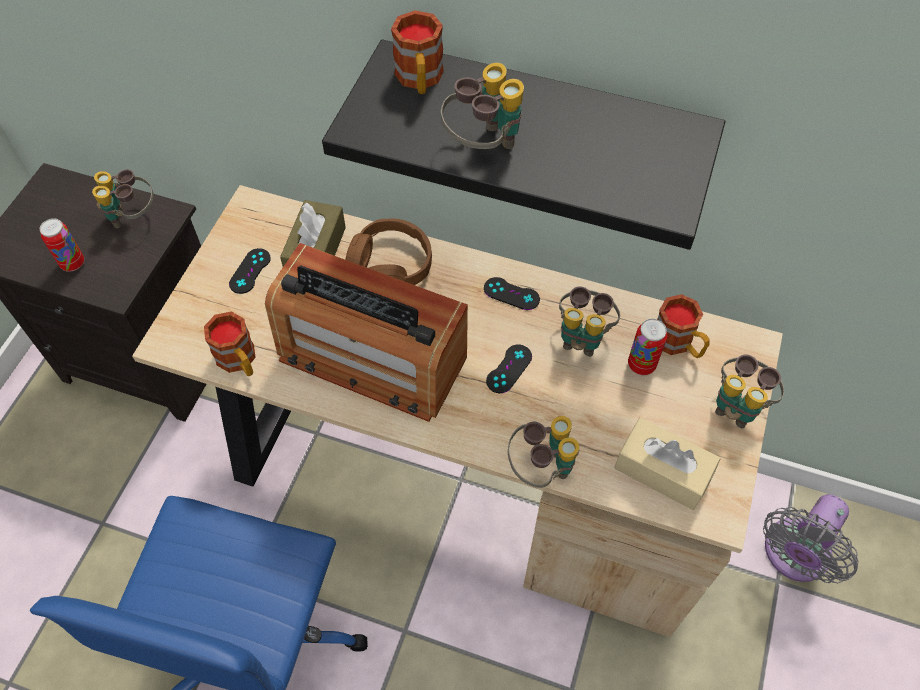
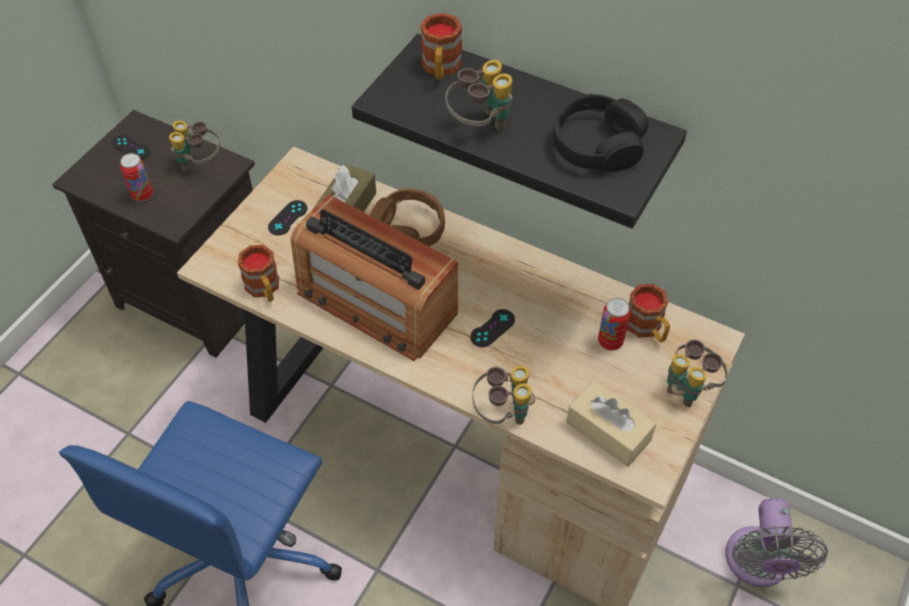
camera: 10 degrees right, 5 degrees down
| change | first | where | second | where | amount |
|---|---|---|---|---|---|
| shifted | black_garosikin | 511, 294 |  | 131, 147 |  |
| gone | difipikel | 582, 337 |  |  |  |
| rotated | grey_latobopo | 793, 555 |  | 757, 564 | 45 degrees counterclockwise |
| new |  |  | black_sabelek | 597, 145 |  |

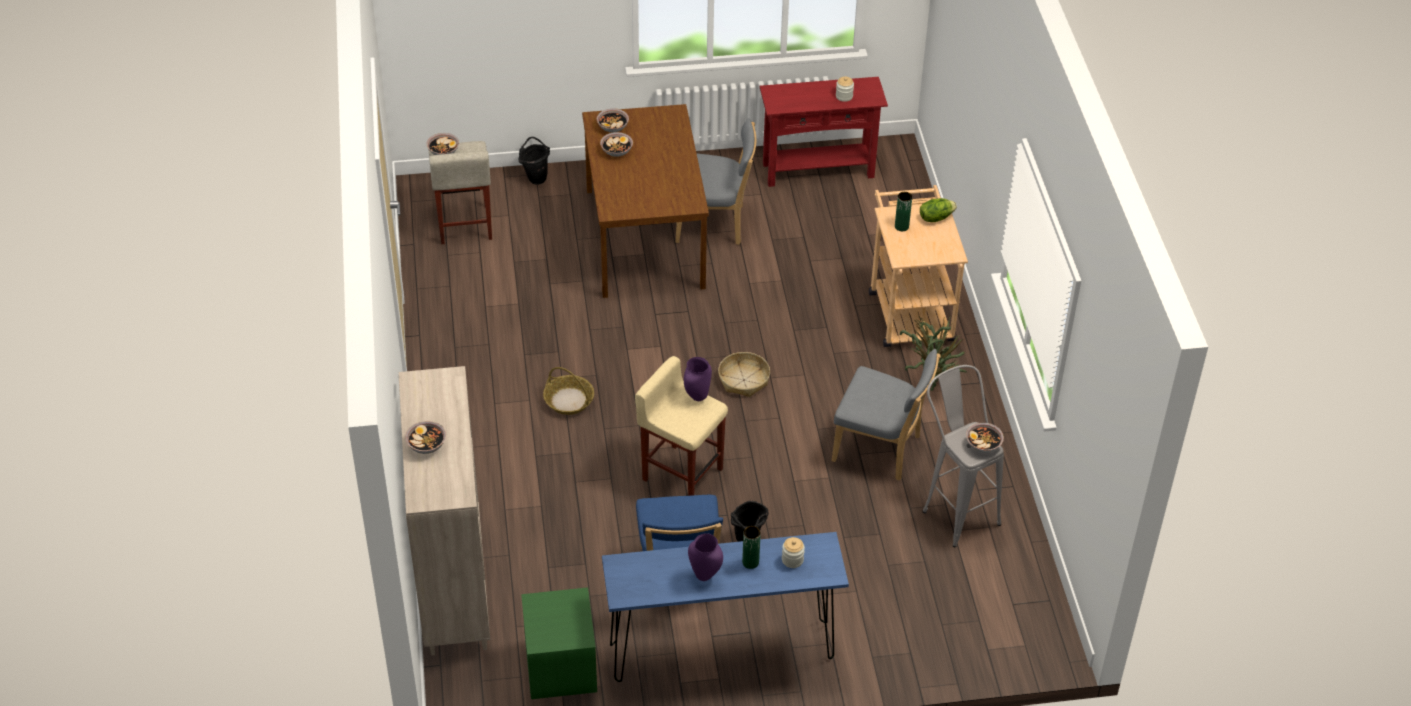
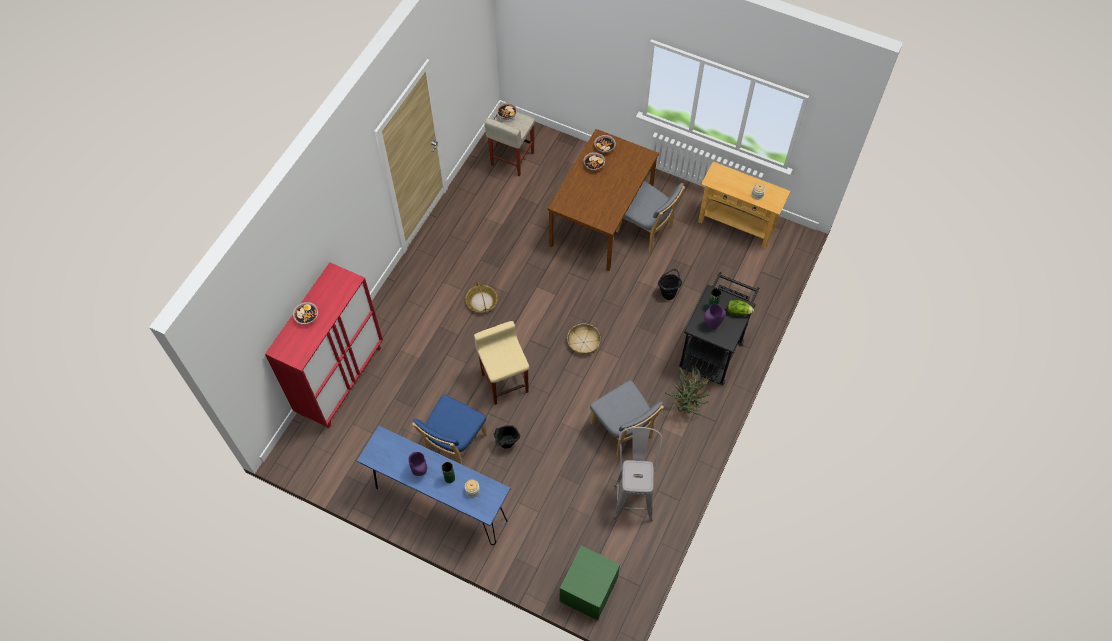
camera: 35 degrees right, 15 degrees up
| change | first | where | second | where | amount |
|---|---|---|---|---|---|
| repainted | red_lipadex | 818, 170 | beige_lipadex | 736, 225 |  |
| shifted | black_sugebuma | 535, 177 |  | 668, 292 |  |
| repainted | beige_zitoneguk | 908, 310 | black_zitoneguk | 713, 349 |  |
| shifted | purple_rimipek | 696, 396 |  | 712, 324 |  |
| repainted | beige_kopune | 453, 585 | red_kopune | 341, 380 |  |
| gone | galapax | 983, 444 |  |  |  |
| shifted | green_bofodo | 560, 666 |  | 588, 590 |  |

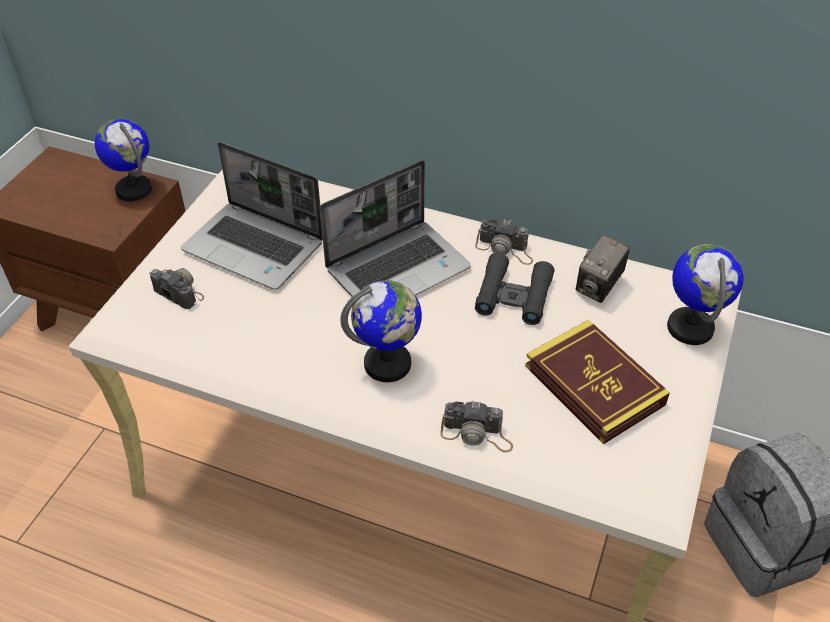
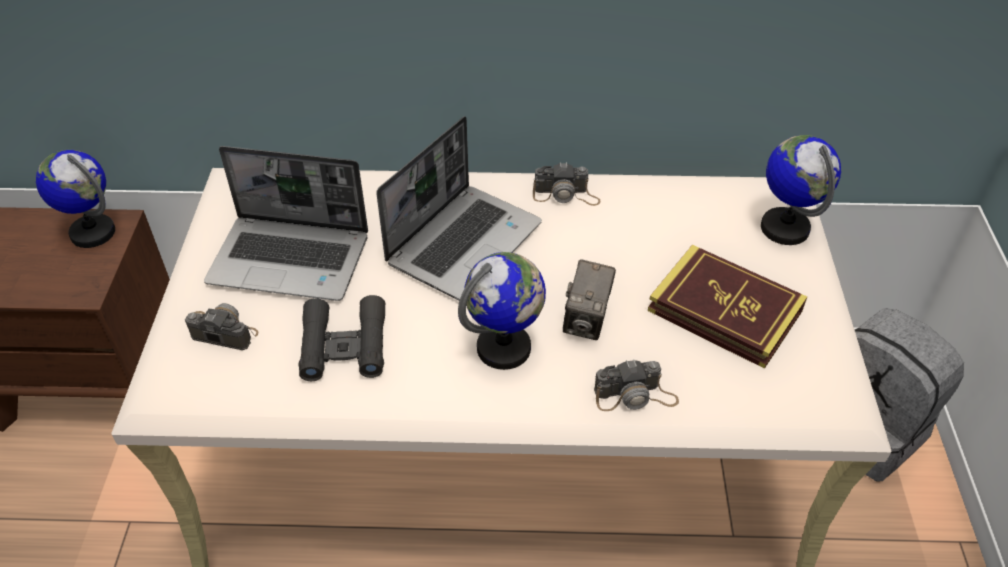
camera: 20 degrees left, 0 degrees up
| change | first | where | second | where | amount |
|---|---|---|---|---|---|
| shifted | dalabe | 598, 287 |  | 586, 321 |  |
| shifted | black_difipikel | 513, 296 |  | 344, 346 |  |

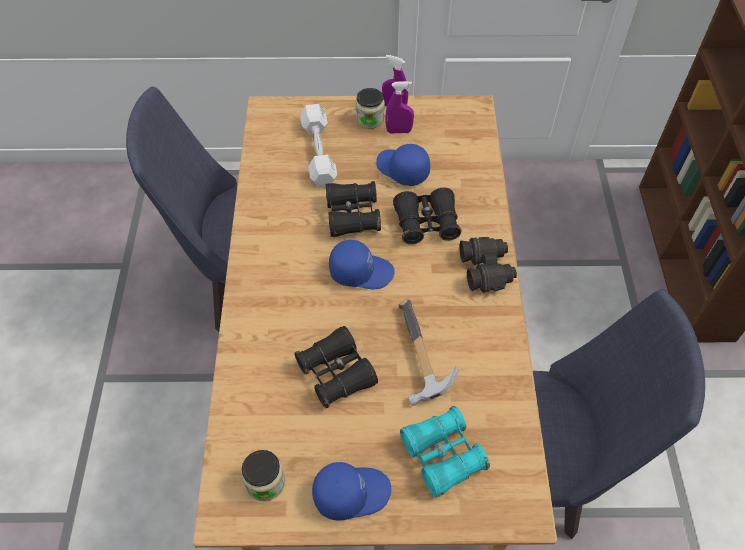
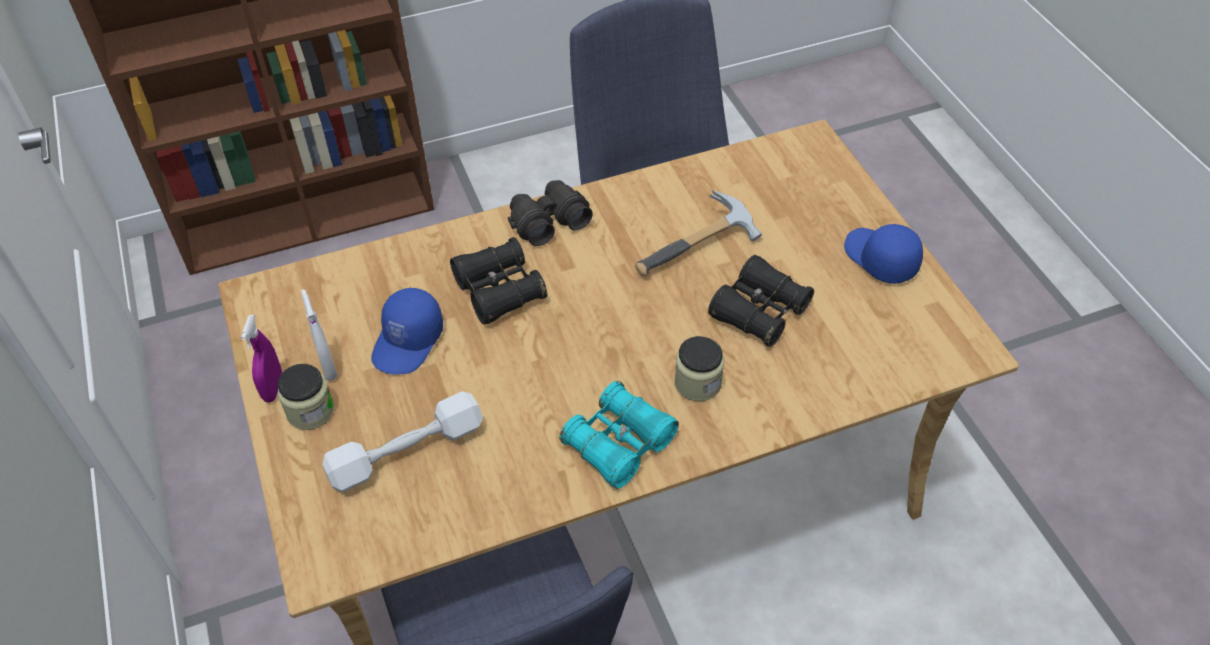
camera: 110 degrees left, 5 degrees down
| change | first | where | second | where | amount |
|---|---|---|---|---|---|
| repainted | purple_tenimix | 399, 131 | white_tenimix | 328, 367 |  |
| gone | black_difipikel | 352, 216 |  |  |  |
| gone | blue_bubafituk | 361, 271 |  |  |  |
| shifted | turquoise_difipikel | 442, 455 |  | 619, 444 |  |
| shifted | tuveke | 265, 482 |  | 697, 383 |  |

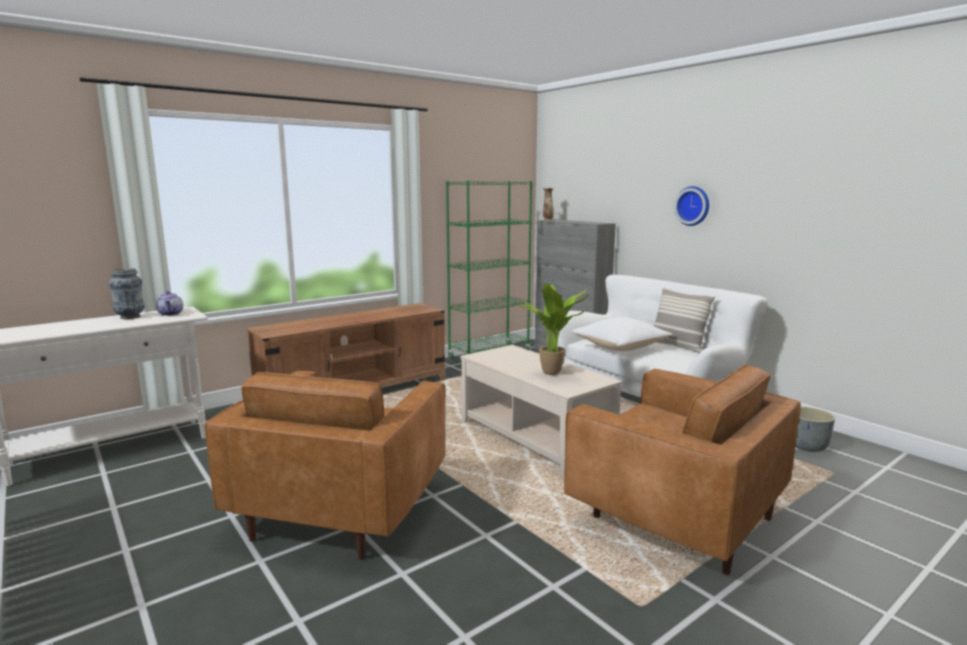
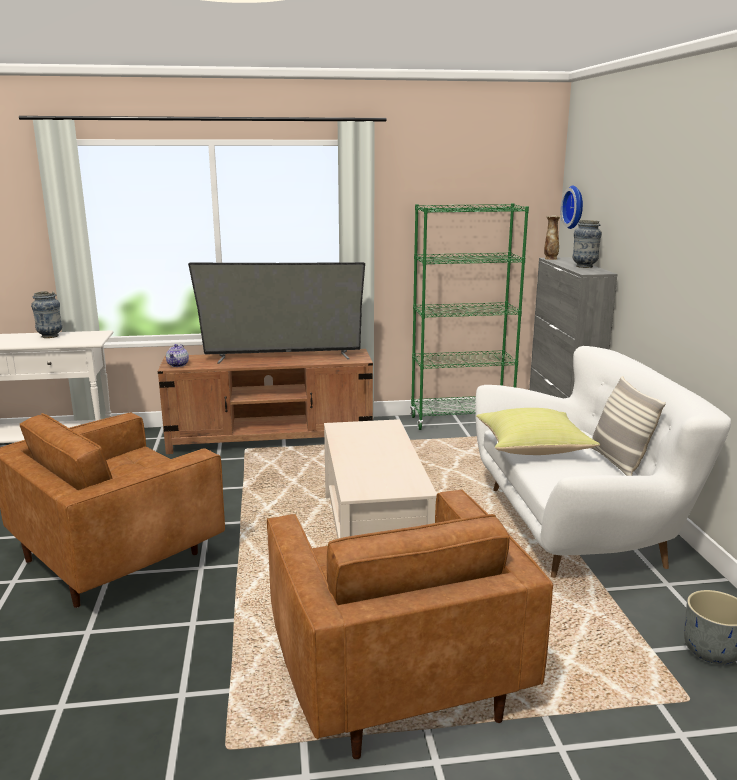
camera: 30 degrees right, 5 degrees up
| change | first | where | second | where | amount |
|---|---|---|---|---|---|
| shifted | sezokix | 693, 206 |  | 575, 207 |  |
| gone | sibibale | 554, 373 |  |  |  |
| shifted | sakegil | 171, 314 |  | 178, 365 |  |
| repainted | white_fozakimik | 620, 348 | yellow_fozakimik | 533, 448 |  |
| new |  |  | rimipek | 584, 266 |  |
| new |  |  | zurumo | 283, 357 |  |

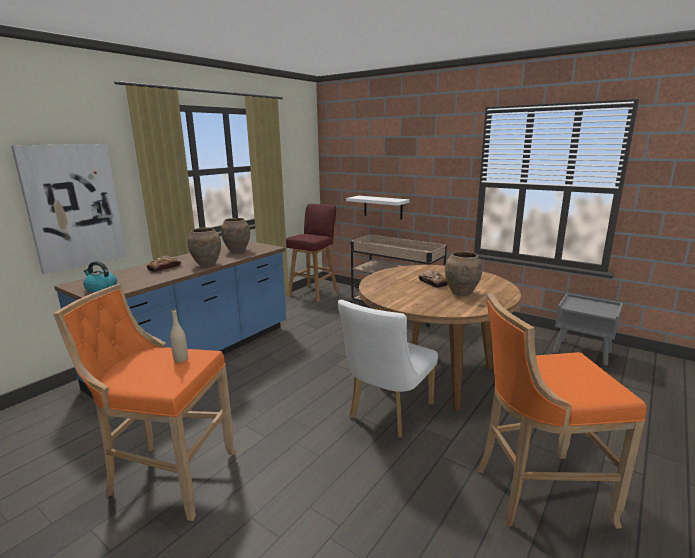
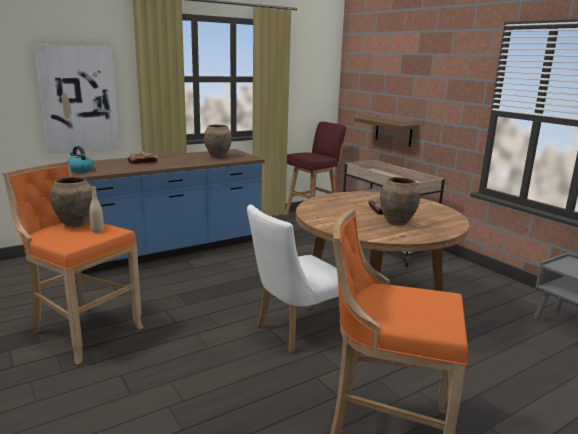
camera: 20 degrees right, 0 degrees up
| change | first | where | second | where | amount |
|---|---|---|---|---|---|
| repainted | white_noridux | 383, 207 | brown_noridux | 393, 131 |  |
| shifted | brown_rimipek | 207, 264 |  | 76, 224 |  |

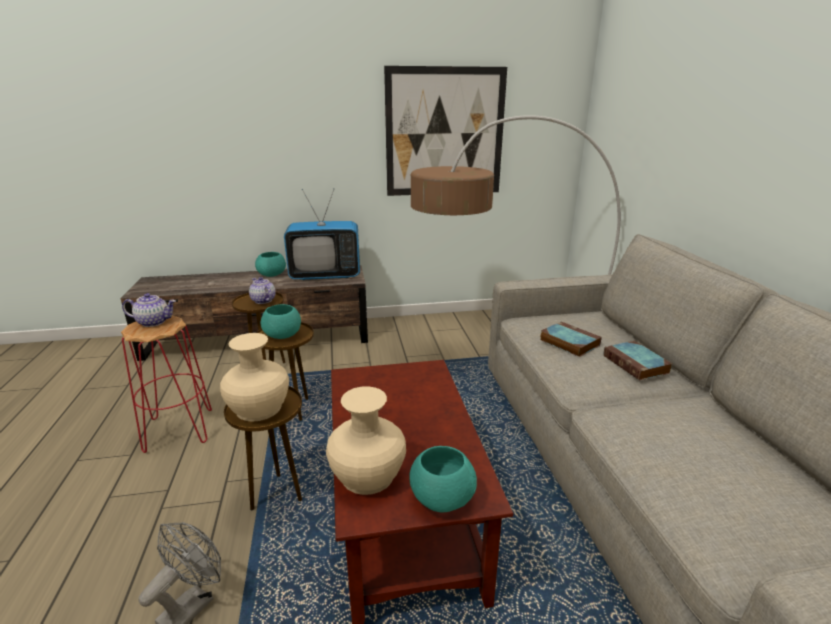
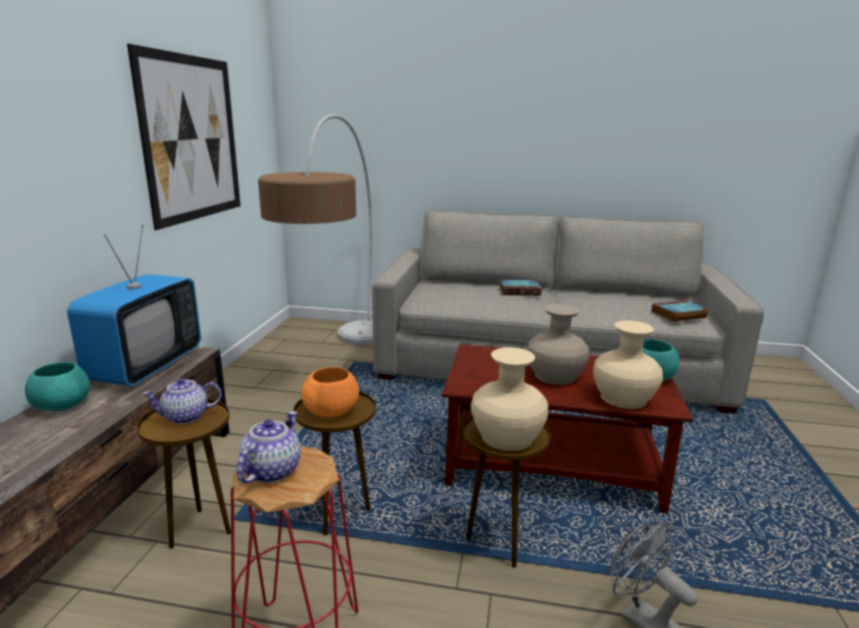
camera: 70 degrees left, 5 degrees down
| change | first | where | second | where | amount |
|---|---|---|---|---|---|
| repainted | turquoise_galapax | 283, 335 | orange_galapax | 332, 411 |  |
| shifted | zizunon | 568, 342 |  | 678, 315 |  |
| new |  |  | beige_rimipek | 555, 375 |  |

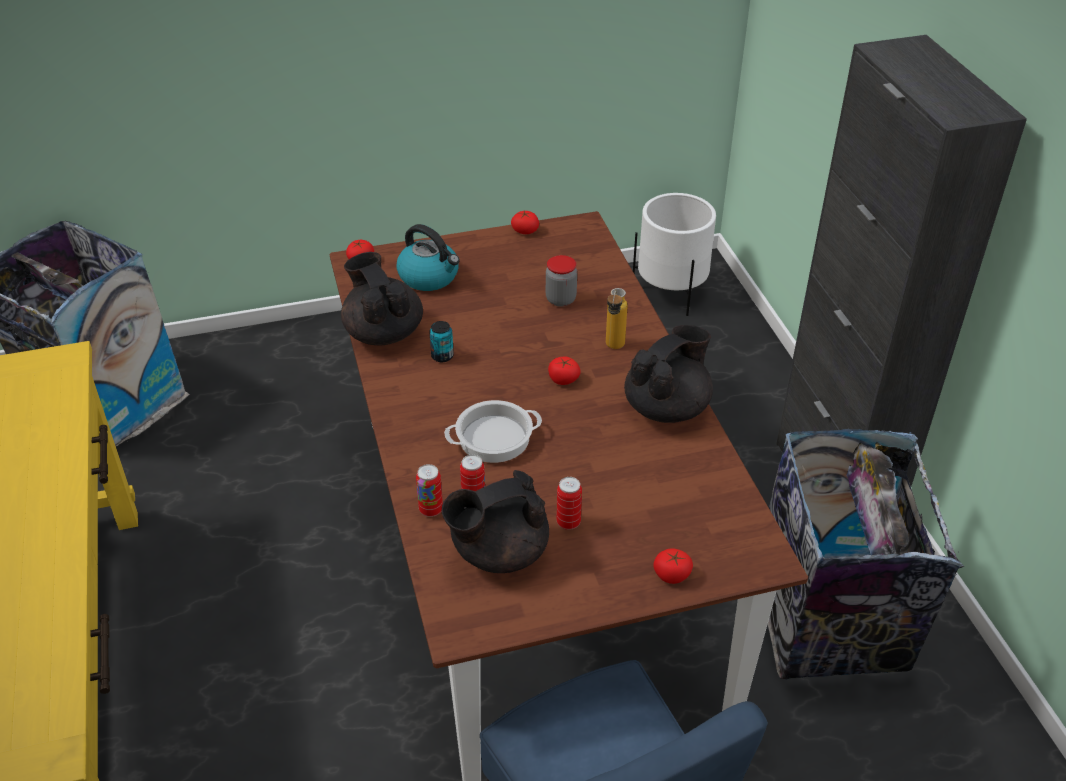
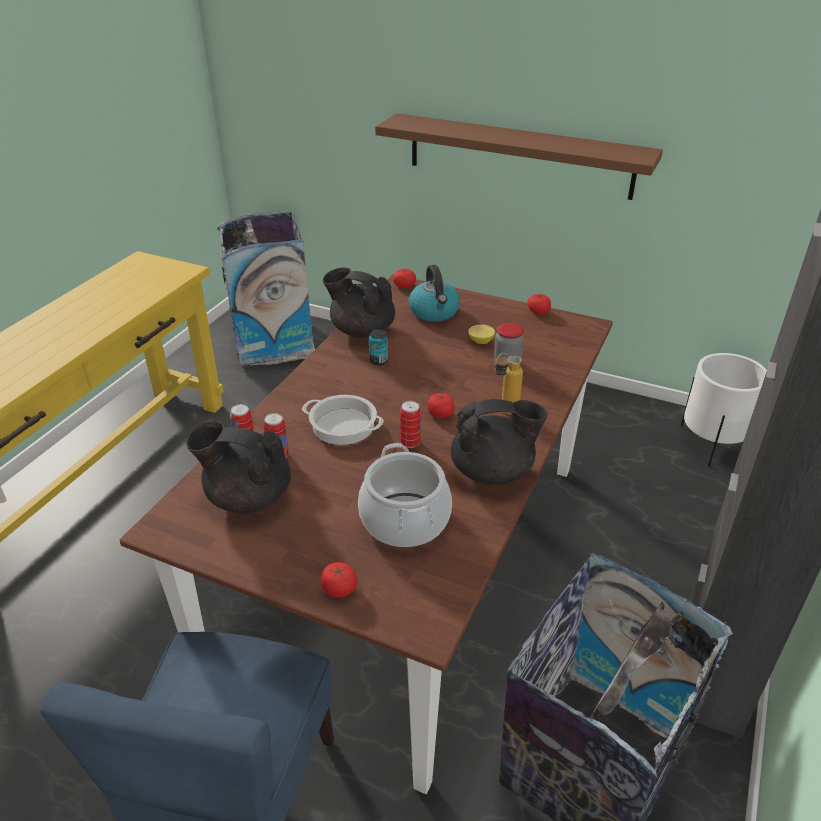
camera: 40 degrees right, 5 degrees down
| change | first | where | second | where | amount |
|---|---|---|---|---|---|
| rotated | black_sakegil | 383, 332 |  | 361, 330 | 75 degrees counterclockwise |
| shifted | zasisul | 568, 522 |  | 410, 443 |  |
| new |  |  | brown_noridux | 519, 156 |  |
| new |  |  | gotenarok | 480, 341 |  |
| new |  |  | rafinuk | 404, 520 |  |

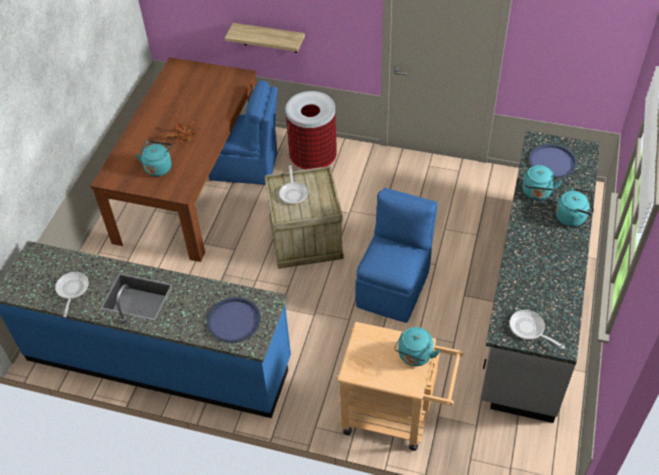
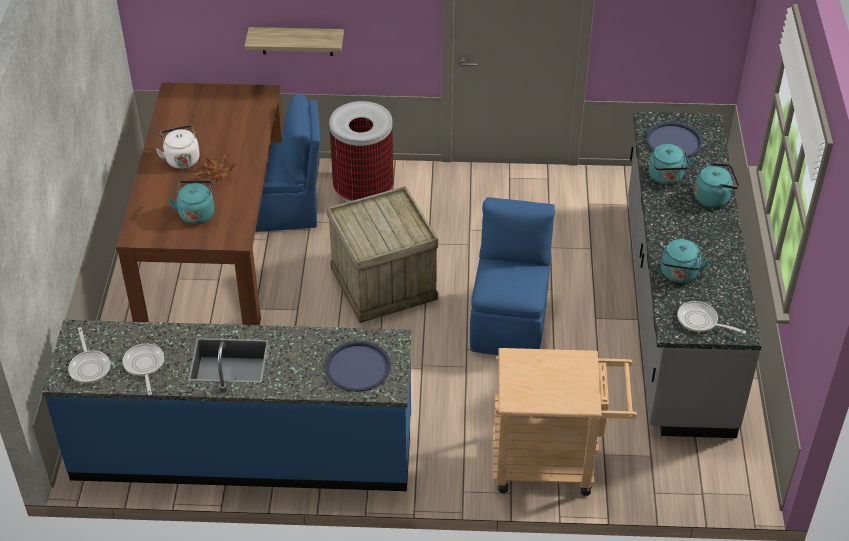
camera: 15 degrees left, 5 degrees down
| change | first | where | second | where | amount |
|---|---|---|---|---|---|
| shifted | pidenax | 293, 193 |  | 89, 366 |  |
| shifted | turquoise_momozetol | 414, 356 |  | 679, 275 |  |
| new |  |  | white_momozetol | 181, 159 |  |

